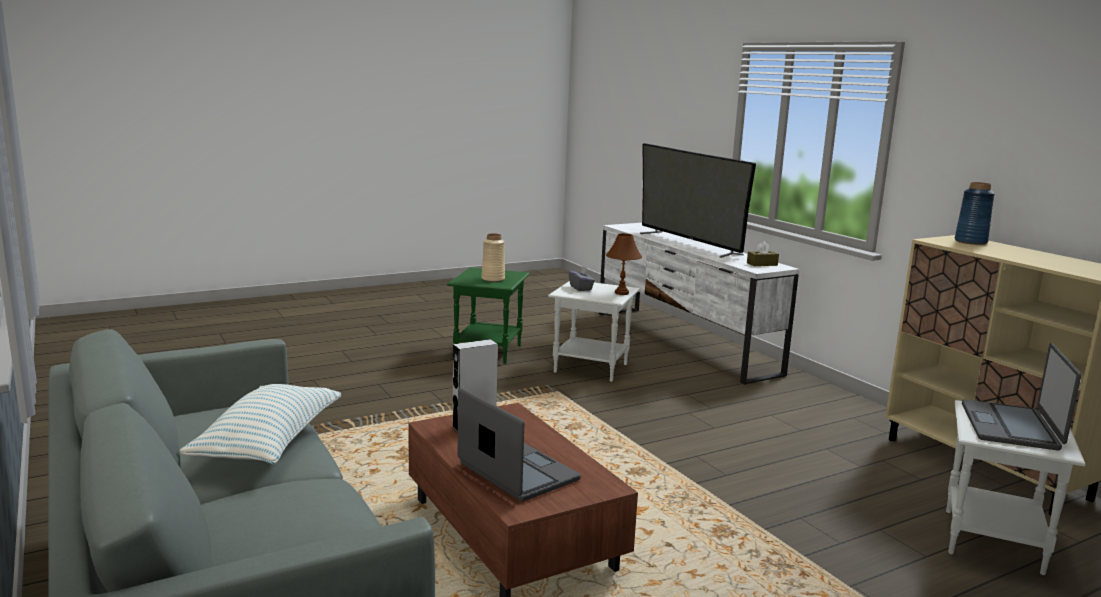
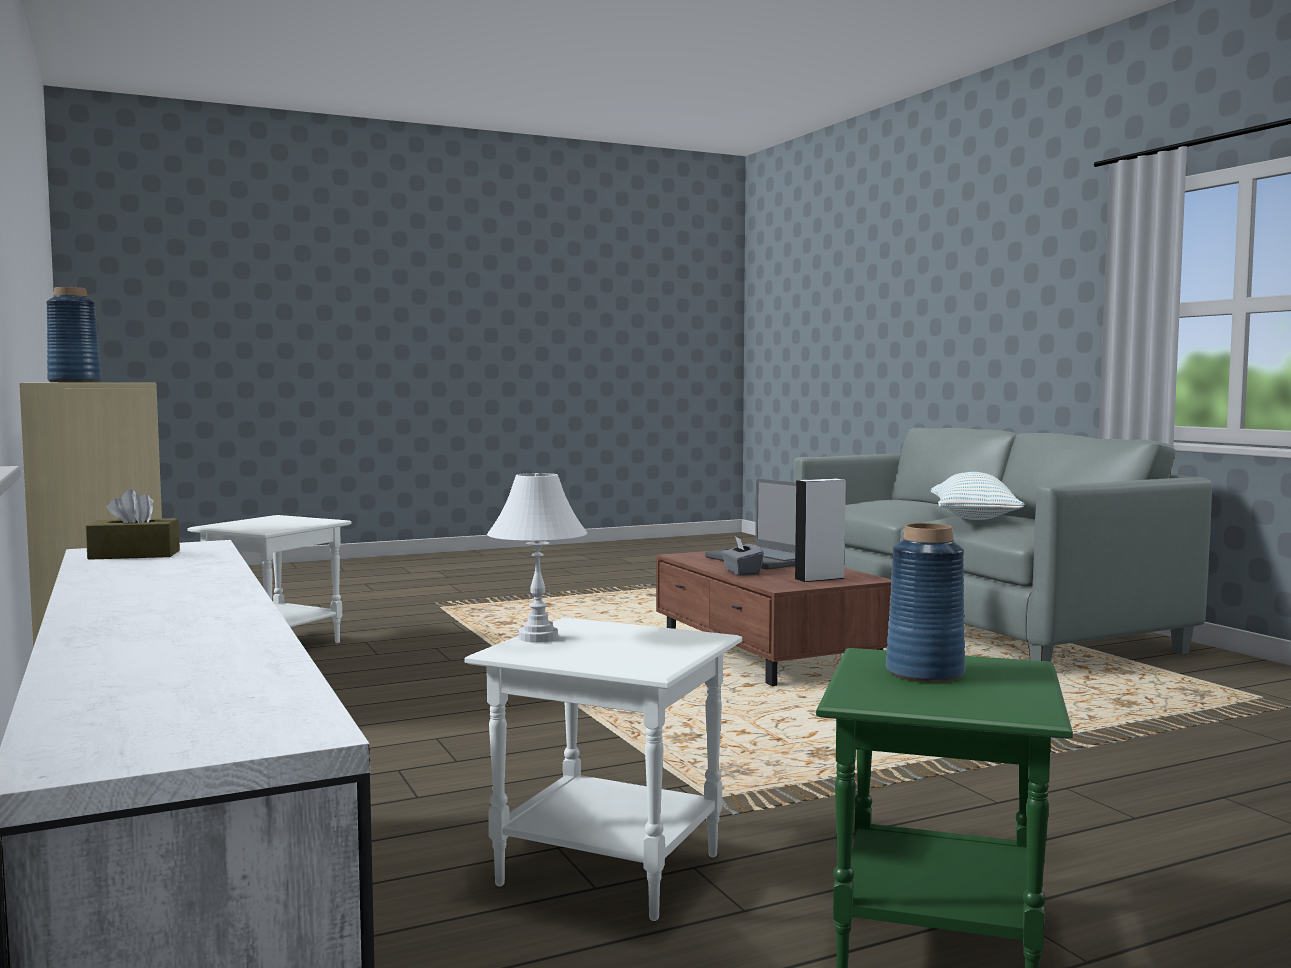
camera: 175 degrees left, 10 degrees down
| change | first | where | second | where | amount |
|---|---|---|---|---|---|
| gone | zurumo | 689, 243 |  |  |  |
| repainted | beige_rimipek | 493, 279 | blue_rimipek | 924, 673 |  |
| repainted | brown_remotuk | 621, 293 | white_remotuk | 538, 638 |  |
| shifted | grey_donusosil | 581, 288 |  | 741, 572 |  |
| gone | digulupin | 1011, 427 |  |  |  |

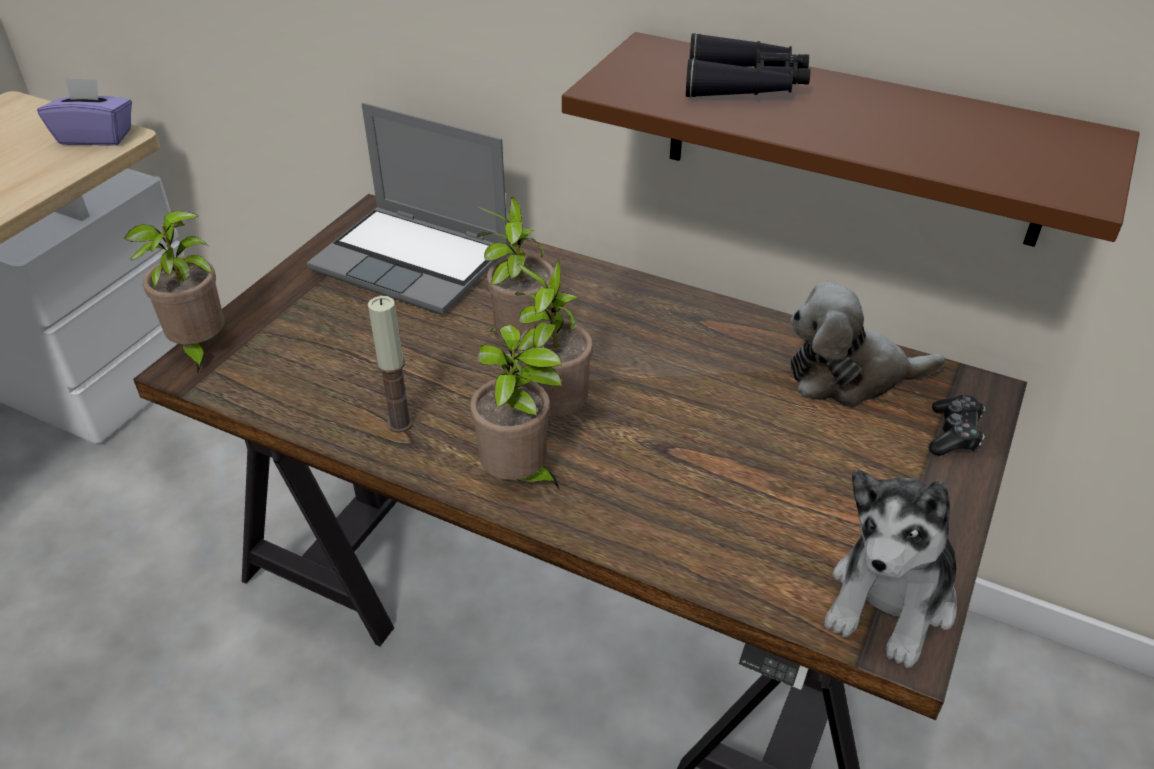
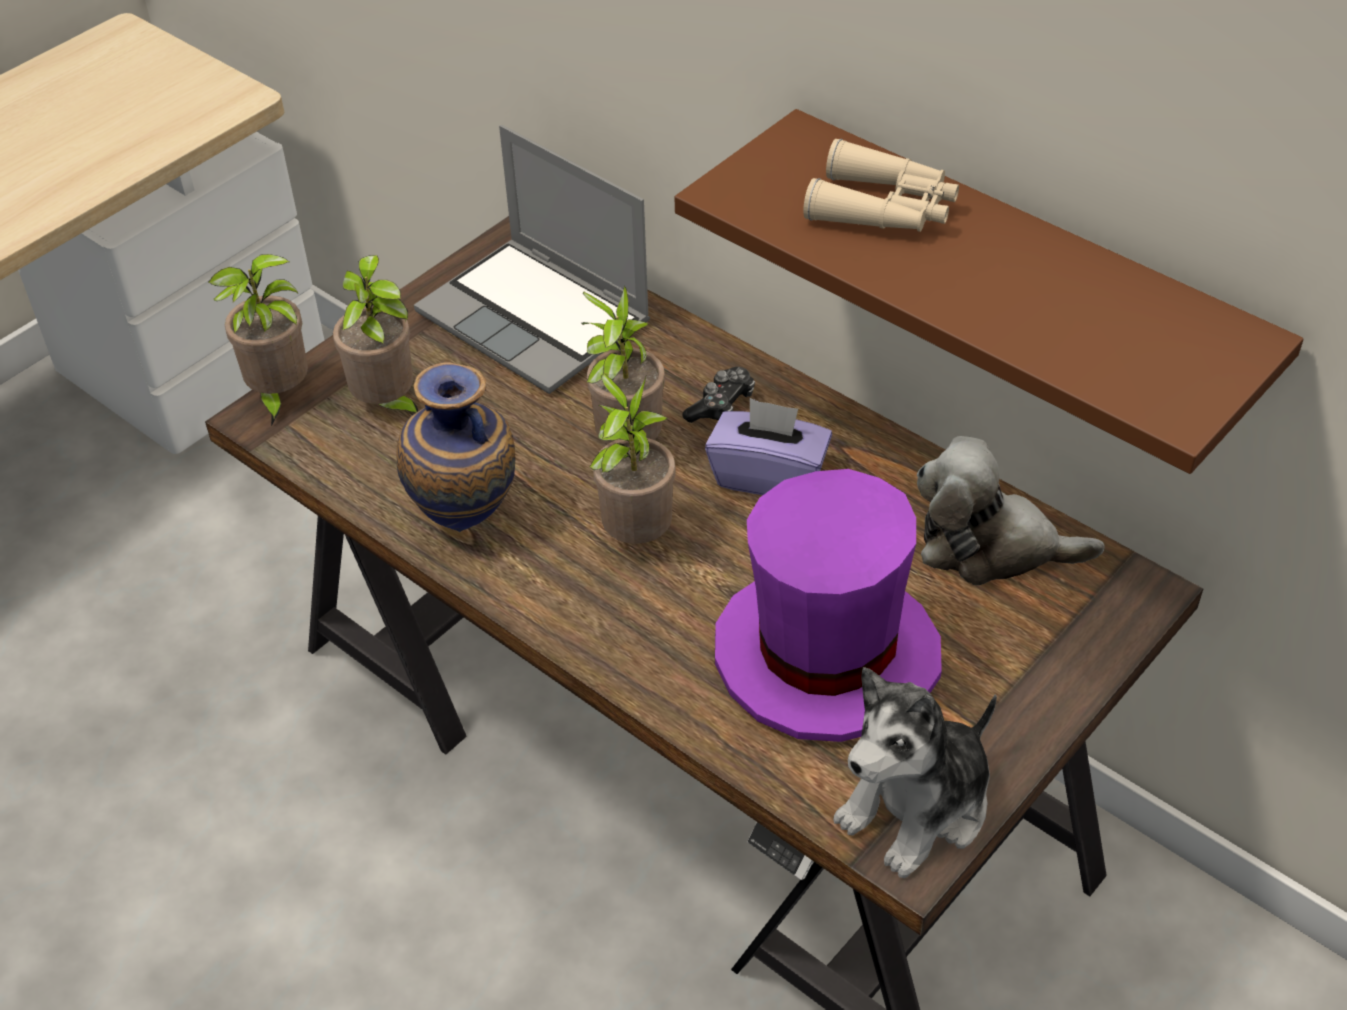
camera: 15 degrees right, 5 degrees up
| change | first | where | second | where | amount |
|---|---|---|---|---|---|
| repainted | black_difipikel | 746, 85 | beige_difipikel | 884, 209 |  |
| shifted | purple_donusosil | 96, 137 |  | 768, 476 |  |
| swapped | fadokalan | 400, 423 | rimipek | 468, 520 |  |
| shifted | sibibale | 518, 478 |  | 388, 406 |  |
| shifted | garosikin | 954, 434 |  | 721, 405 |  |
| new |  |  | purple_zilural | 825, 655 |  |

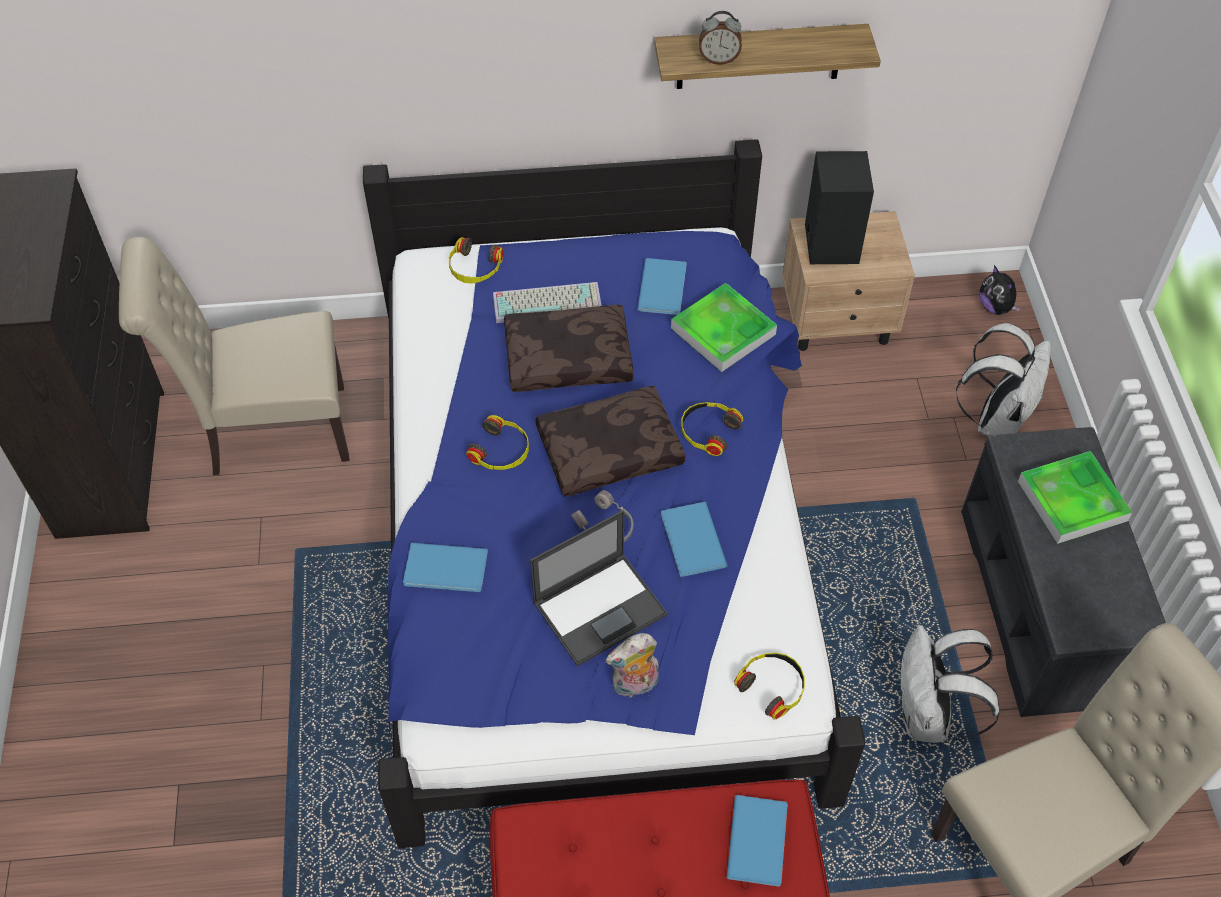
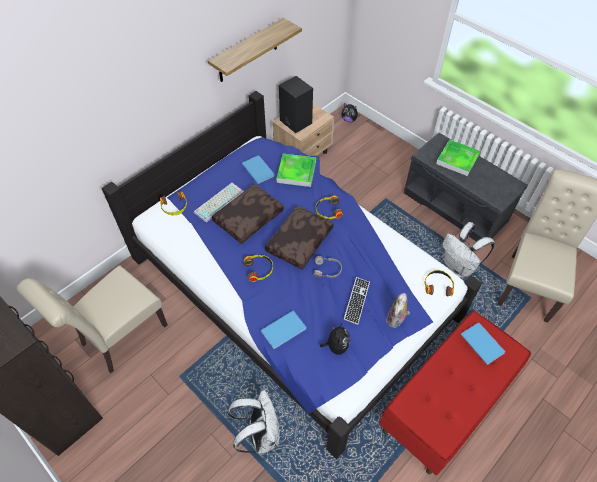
camera: 40 degrees left, 0 degrees up
| change | first | where | second | where | amount |
|---|---|---|---|---|---|
| gone | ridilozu | 719, 59 |  |  |  |
| shifted | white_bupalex | 996, 419 |  | 260, 434 |  |
| gone | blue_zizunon | 691, 542 |  |  |  |
| swapped | digulupin | 601, 608 | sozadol | 356, 301 |  |
| new |  |  | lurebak | 336, 346 |  |

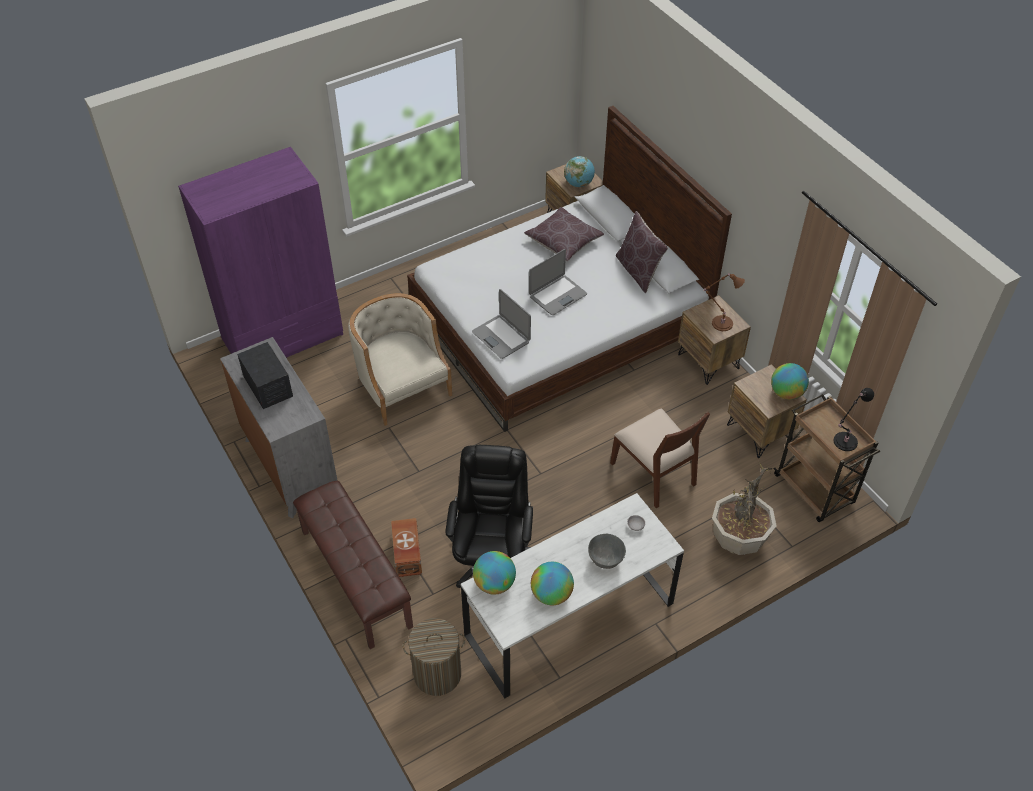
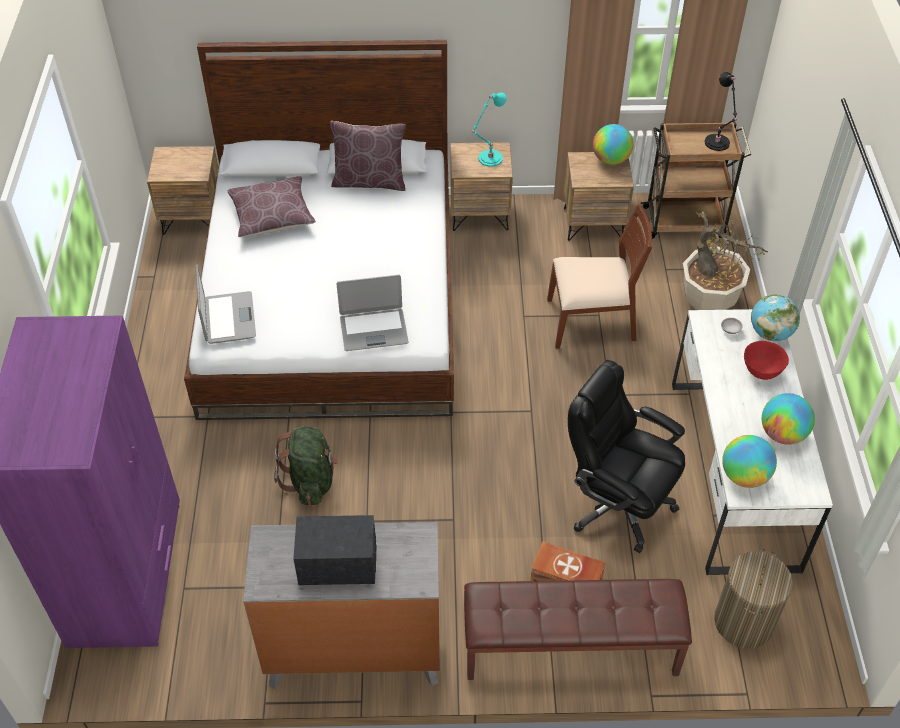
camera: 60 degrees left, 0 degrees up
| change | first | where | second | where | amount |
|---|---|---|---|---|---|
| shifted | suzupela | 578, 184 |  | 770, 333 |  |
| shifted | digulupin | 557, 295 |  | 228, 318 |  |
| repainted | brown_remotuk | 720, 323 | turquoise_remotuk | 488, 159 |  |
| swapped | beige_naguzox | 401, 385 | green_bupalex | 311, 481 |  |
| repainted | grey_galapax | 606, 560 | red_galapax | 761, 371 |  |

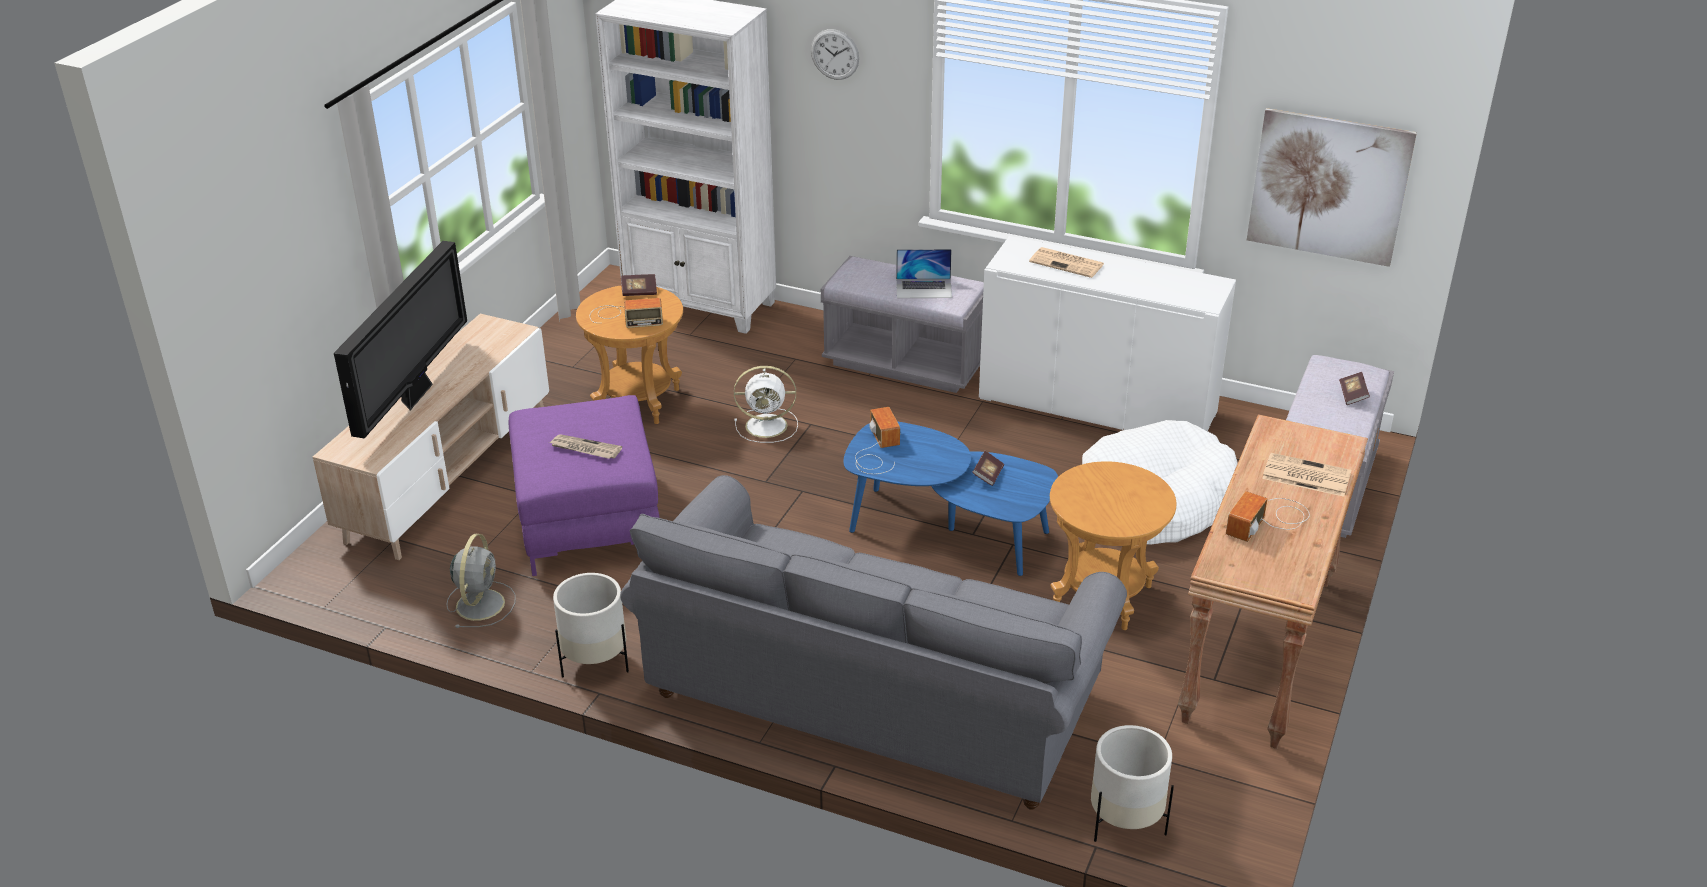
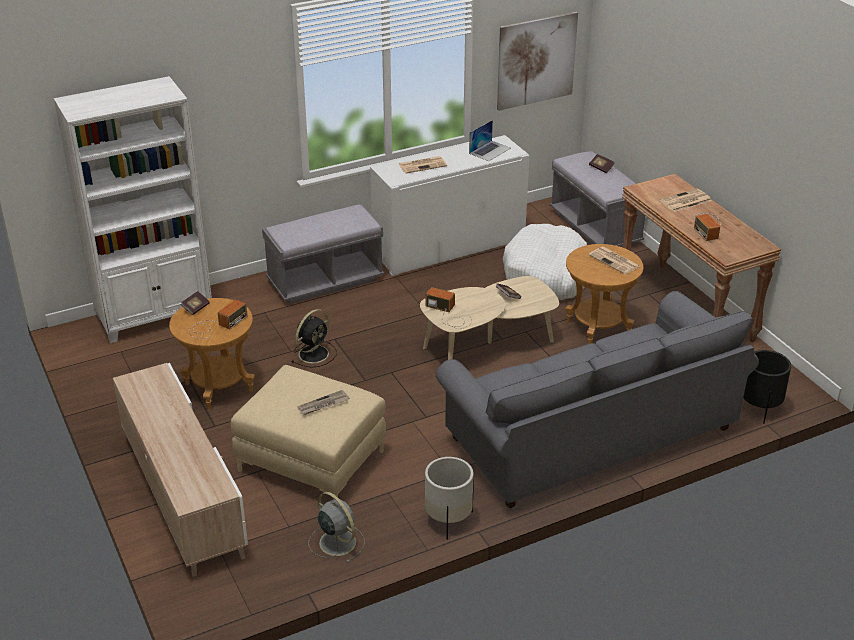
camera: 50 degrees left, 0 degrees up
| change | first | where | second | where | amount |
|---|---|---|---|---|---|
| gone | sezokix | 835, 54 |  |  |  |
| gone | zurumo | 417, 394 |  |  |  |
| shifted | digulupin | 924, 288 |  | 490, 150 |  |
| repainted | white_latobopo | 768, 426 | black_latobopo | 314, 353 |  |
| repainted | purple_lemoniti | 588, 519 | beige_lemoniti | 310, 461 |  |
| repainted | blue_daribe | 947, 530 | beige_daribe | 488, 344 |  |
| repainted | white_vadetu | 1125, 822 | black_vadetu | 760, 408 |  |
| new |  |  | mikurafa | 615, 261 |  |

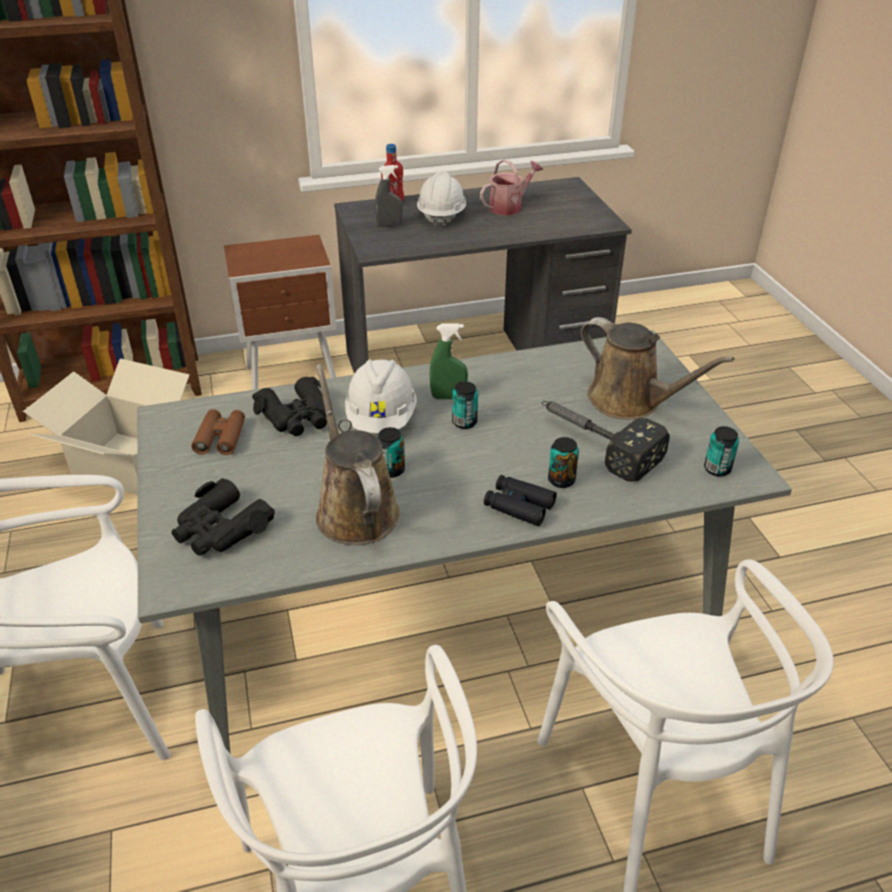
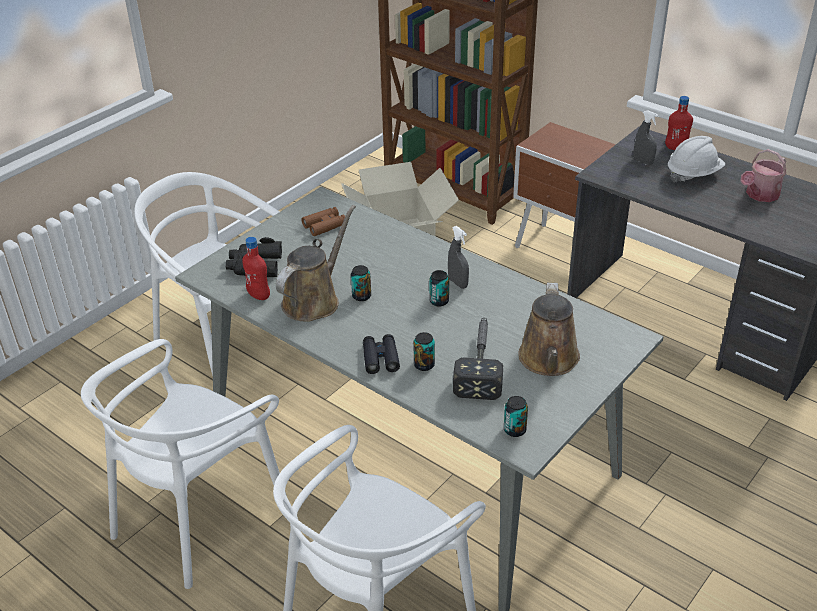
camera: 55 degrees right, 0 degrees up
| change | first | where | second | where | amount |
|---|---|---|---|---|---|
| rotated | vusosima | 509, 207 |  | 759, 195 | 120 degrees clockwise |
| repainted | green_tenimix | 448, 397 | grey_tenimix | 458, 283 |  |
| gone | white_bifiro | 381, 419 |  |  |  |
| gone | black_difipikel | 297, 416 |  |  |  |
| new |  |  | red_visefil | 259, 295 |  |

